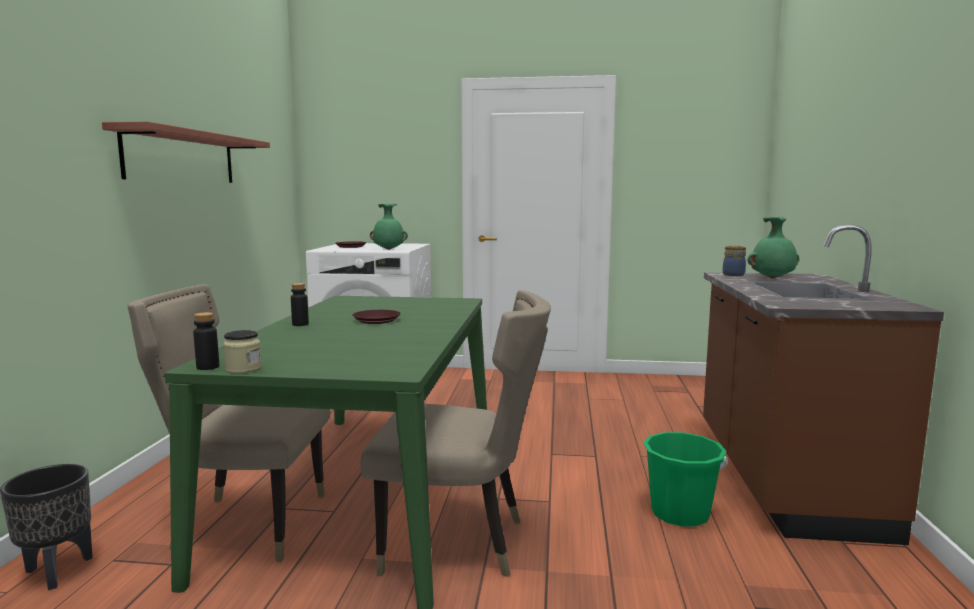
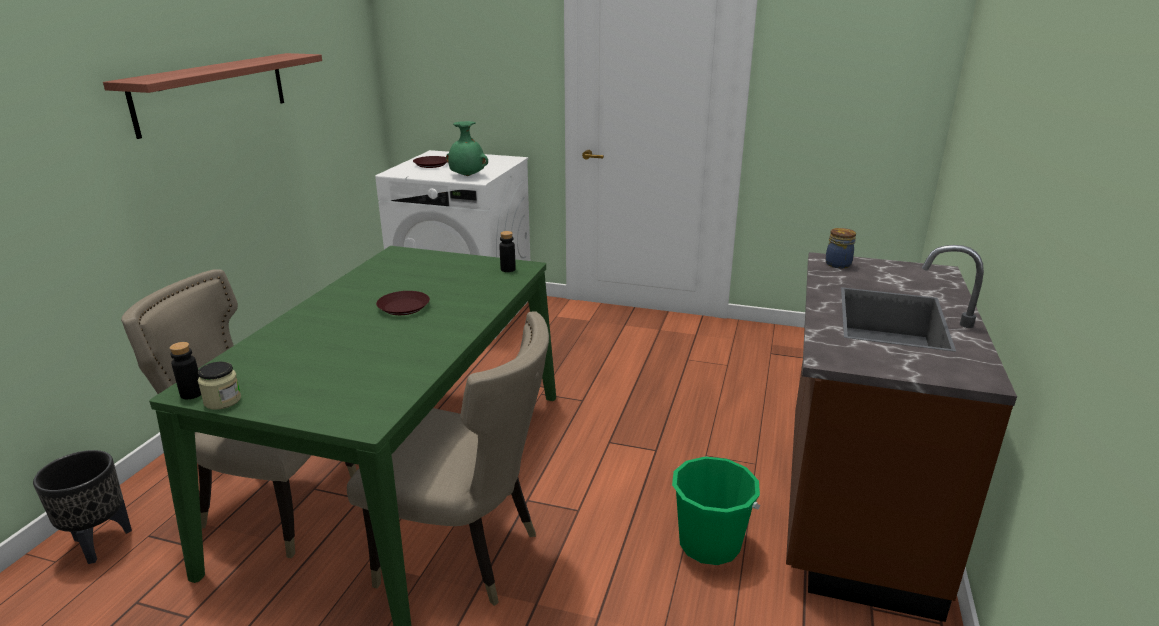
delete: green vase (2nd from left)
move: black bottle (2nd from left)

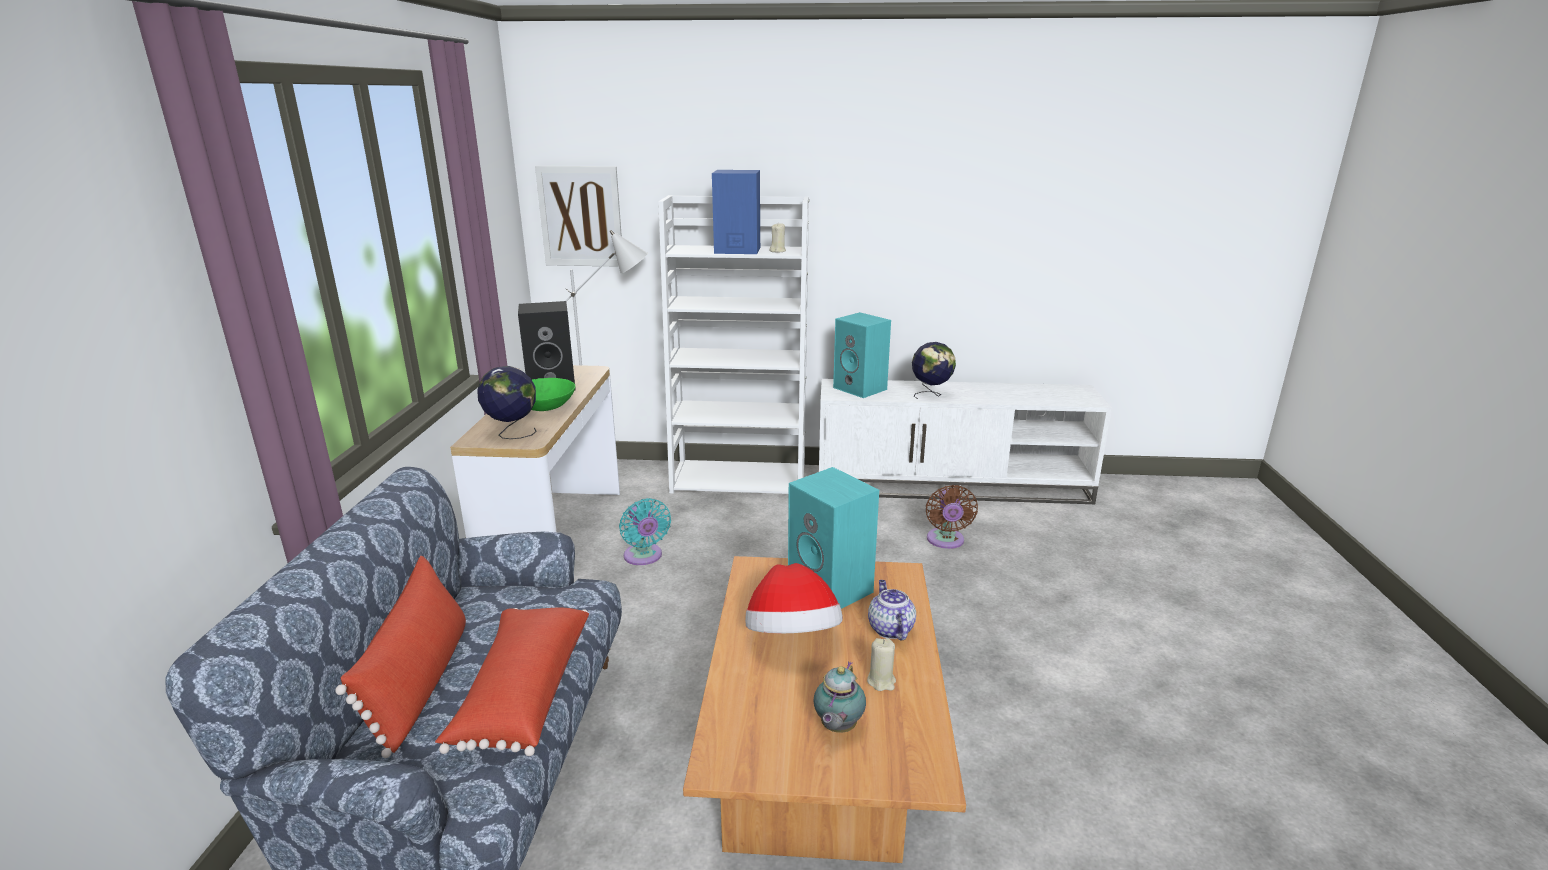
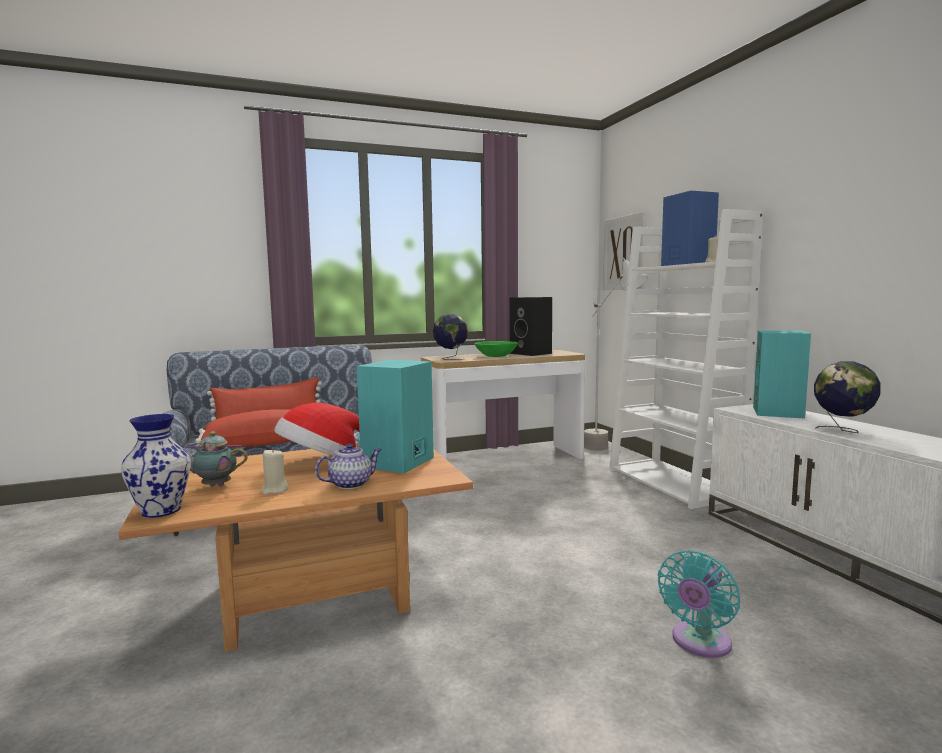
delete: brown fan
insert: vase
move: turquoise fan

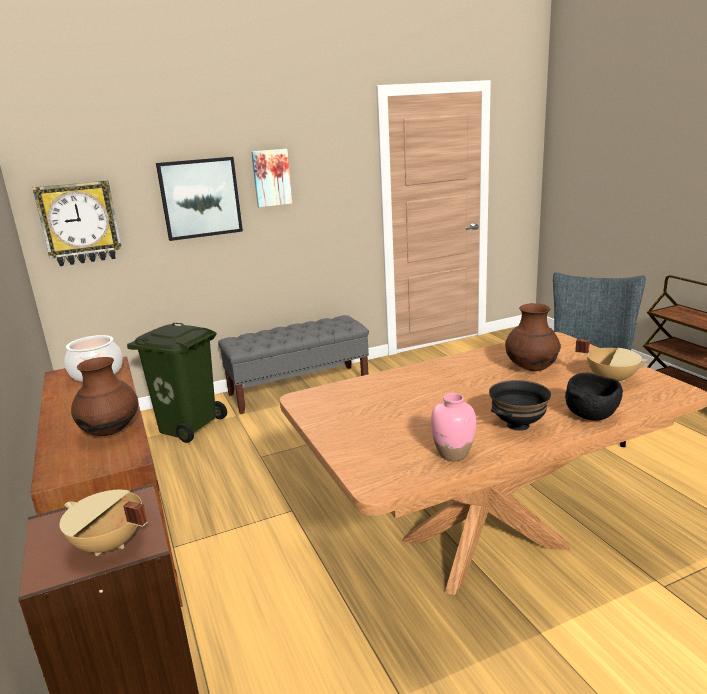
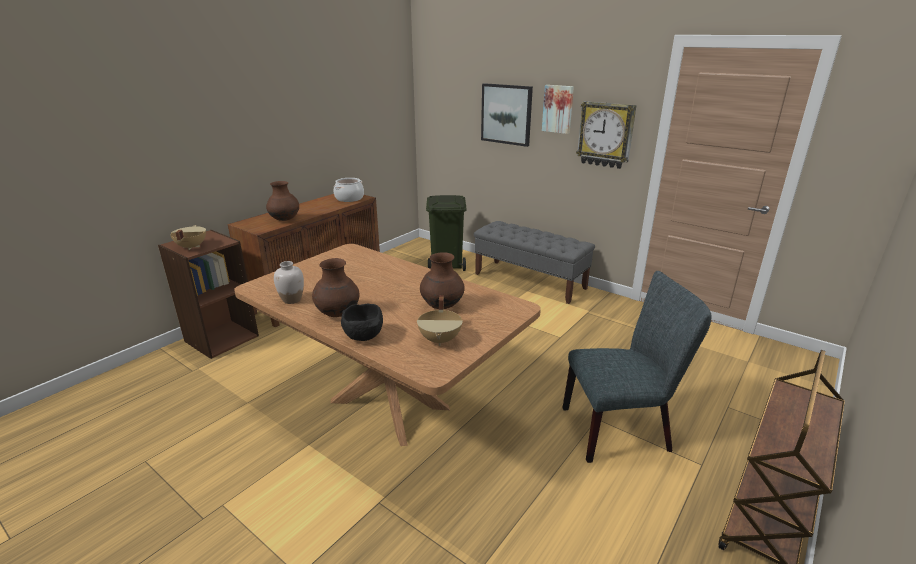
move: wall clock
replace: black bowl (1st from left) to brown vase (2nd from left)
recolor: pink vase to white vase

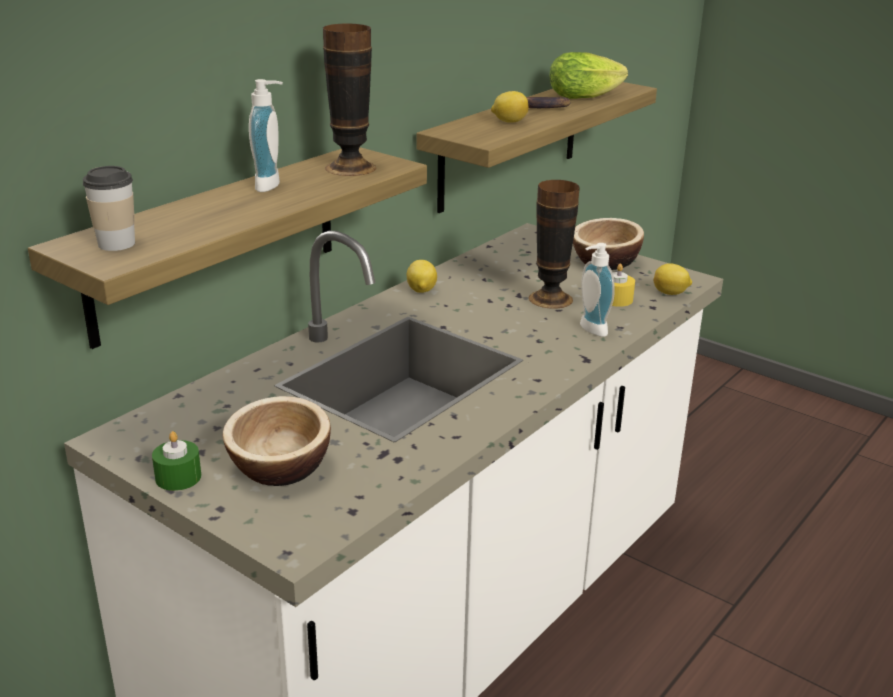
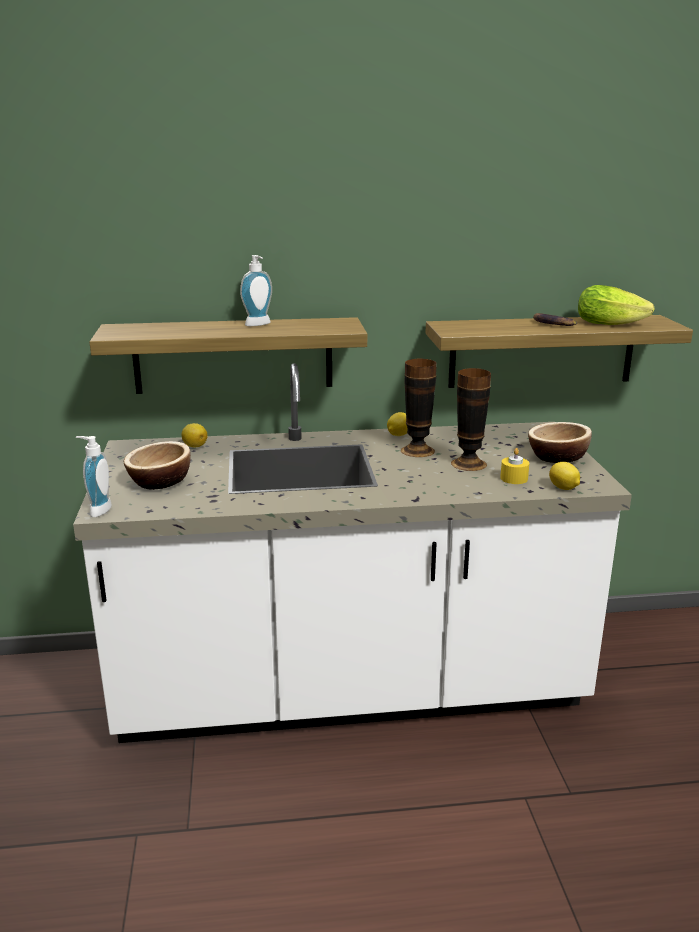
delete: cup; green candle
move: vase (1st from left); lemon (2nd from left in the first image) to lemon (1st from left); soap dispenser (2nd from left in the first image) to soap dispenser (1st from left)

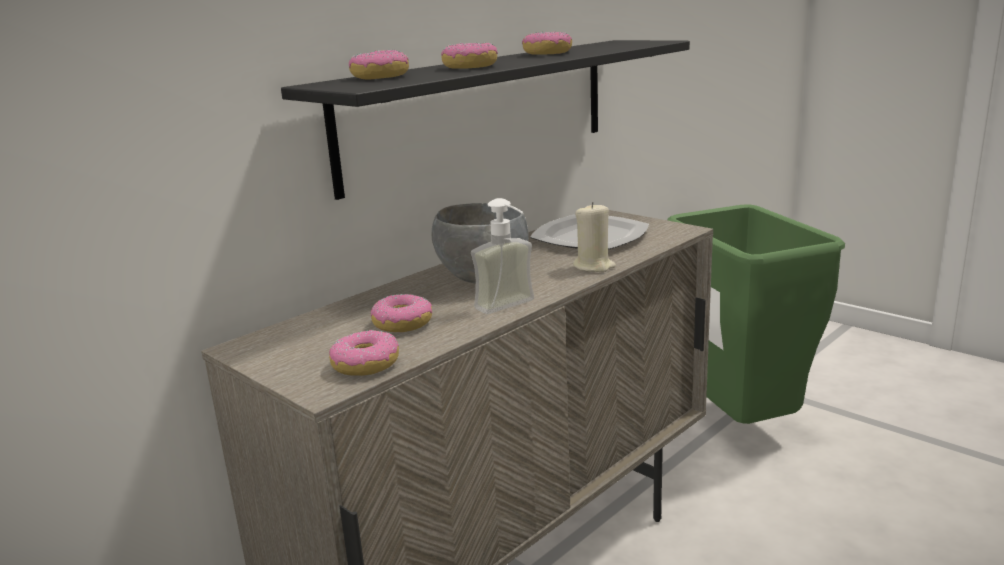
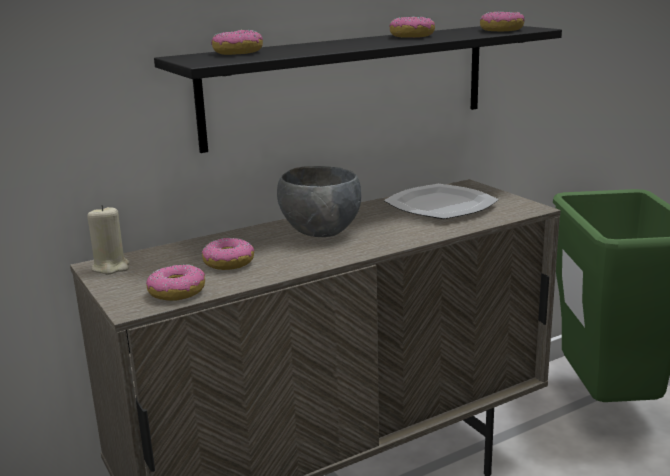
delete: soap dispenser
move: donut (4th from left in the first image) to donut (5th from left); beige candle

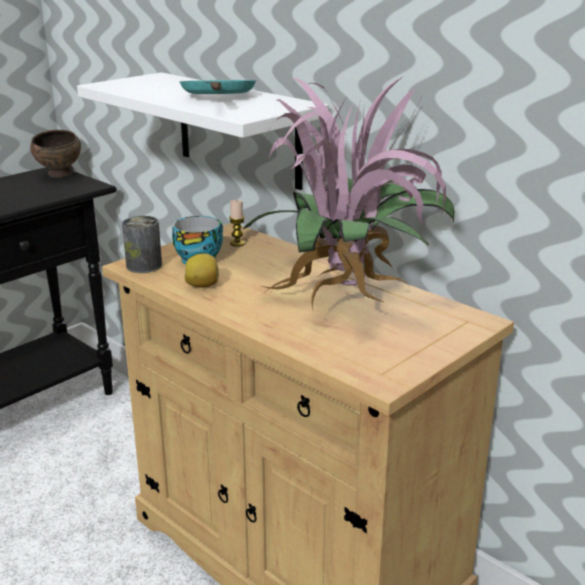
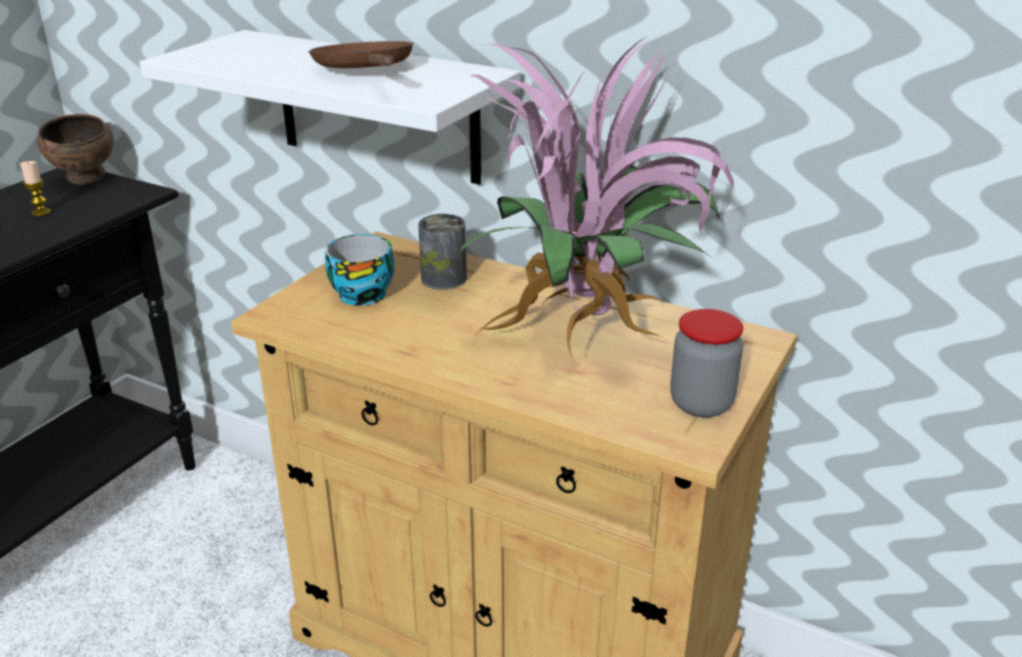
delete: lemon
insert: jar
move: can; candle
recolor: turquoise frying pan to brown frying pan

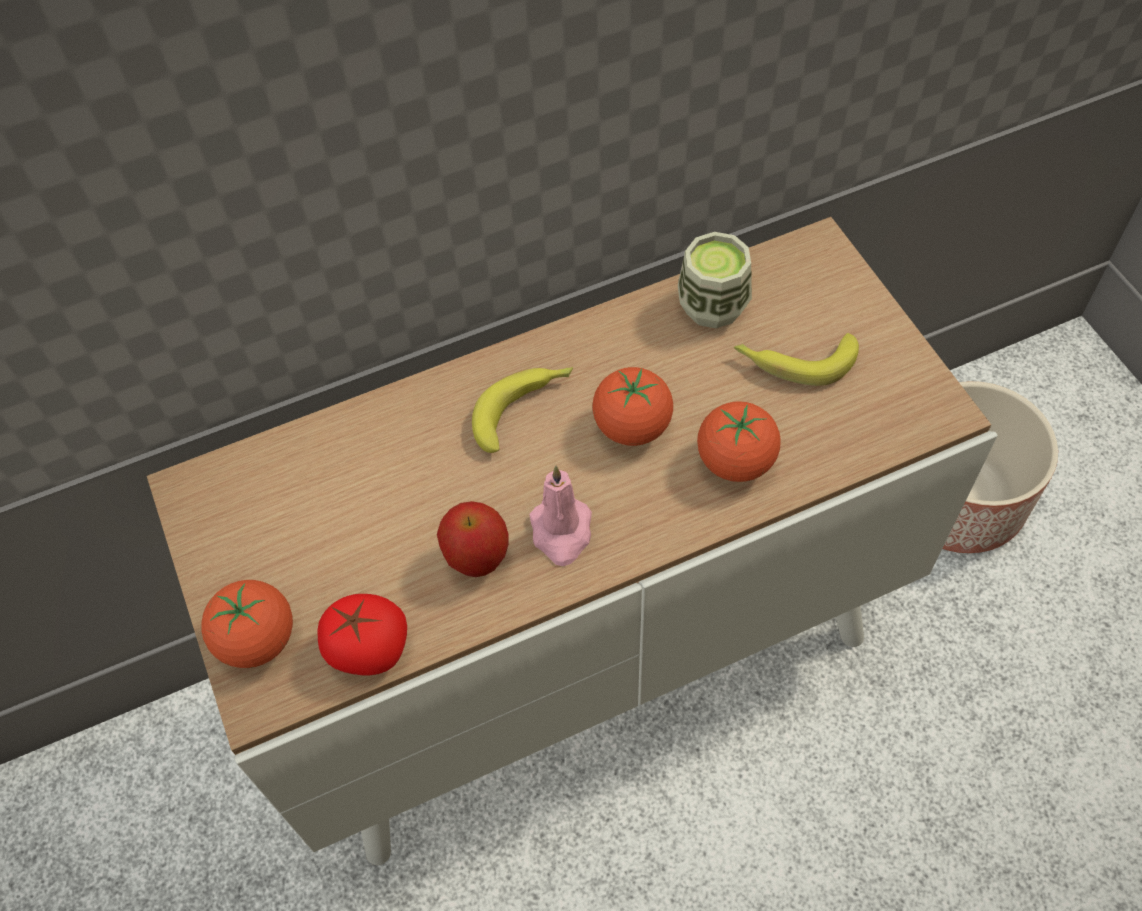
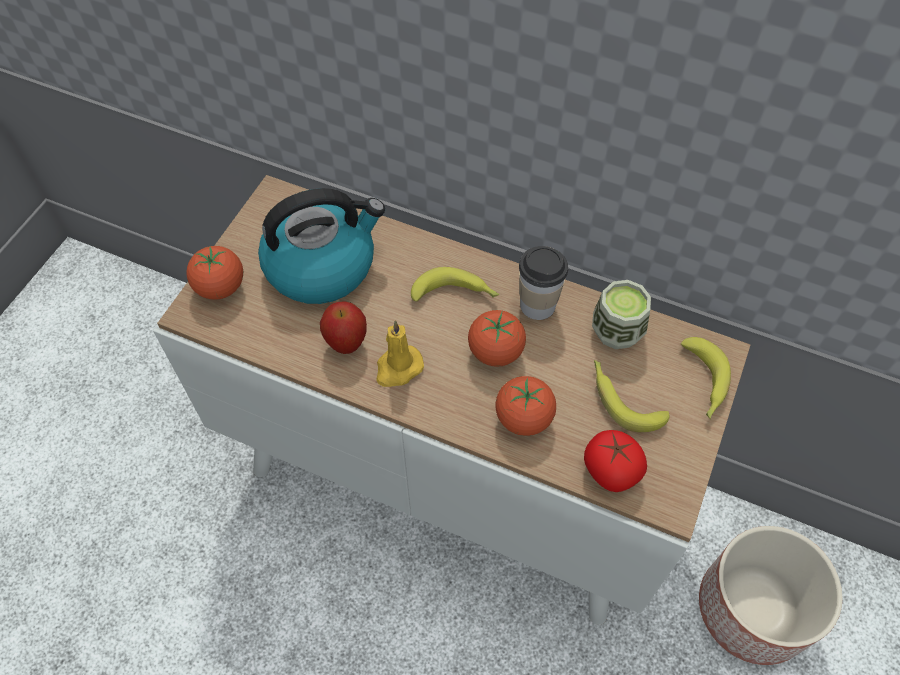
insert: kettle; cup (1st from left); banana (3rd from left)
move: tomato (2nd from left in the first image) to tomato (4th from left)
recolor: pink candle to yellow candle

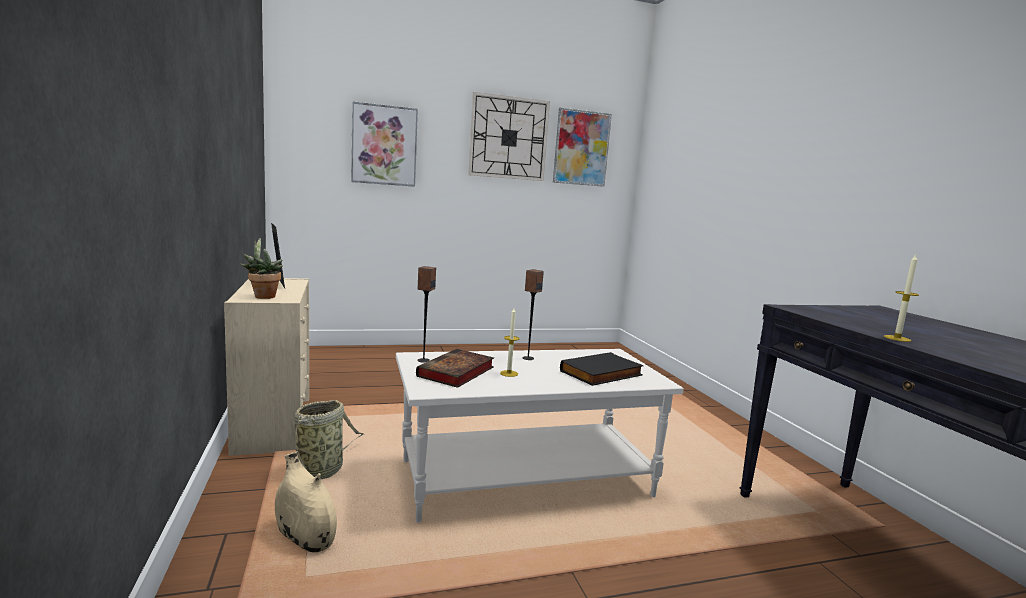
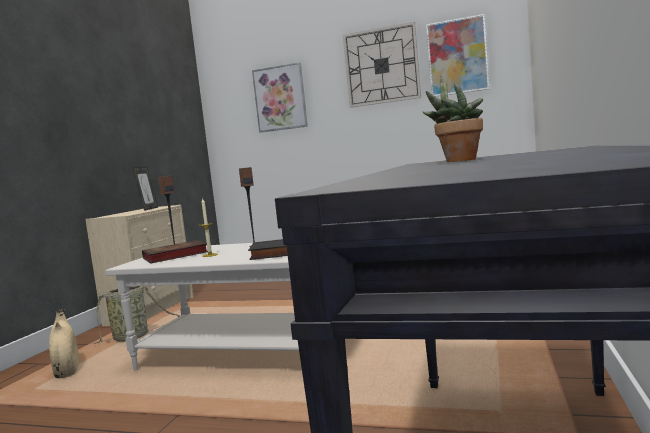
delete: candle (2nd from left)
move: potted plant

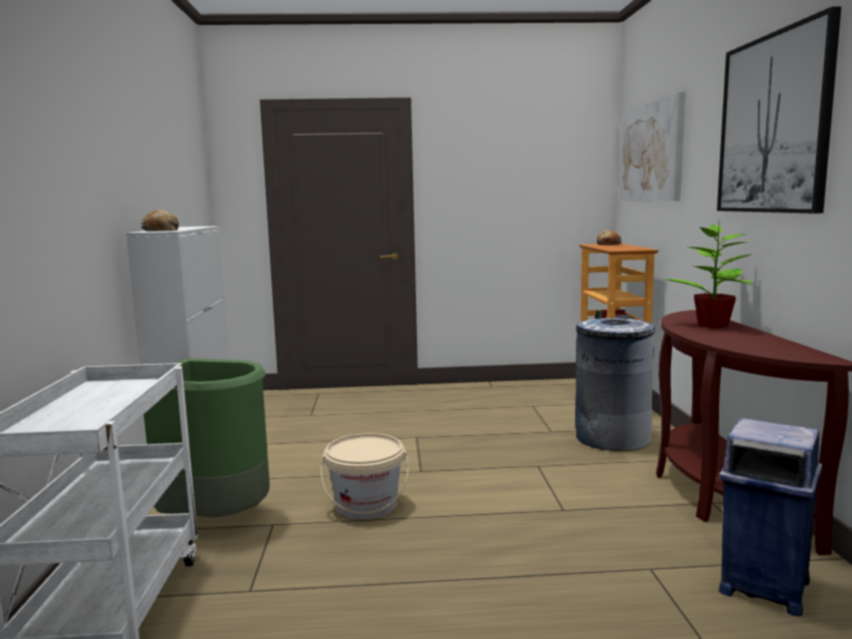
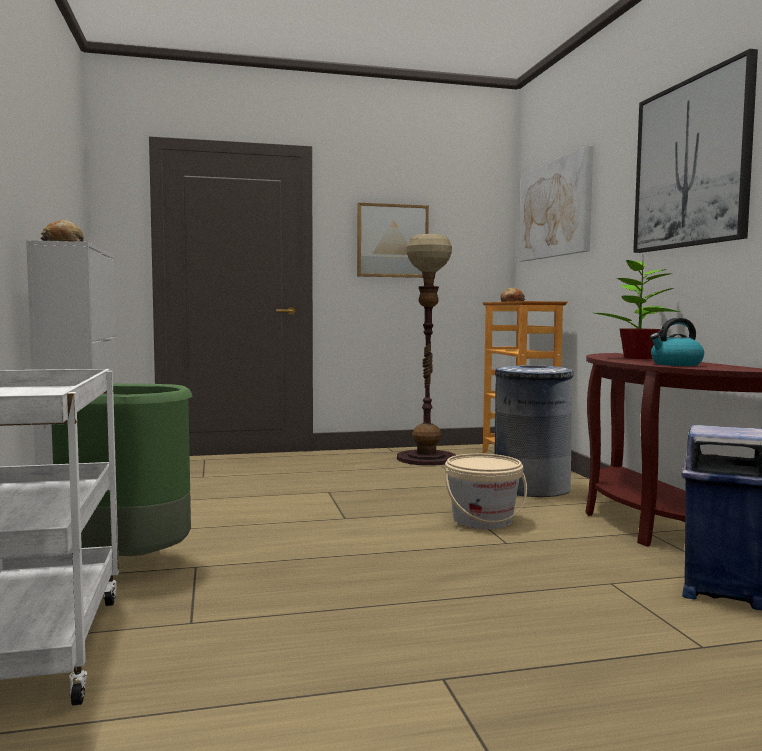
insert: picture (1st from left); floor lamp; kettle
move: beige bucket

